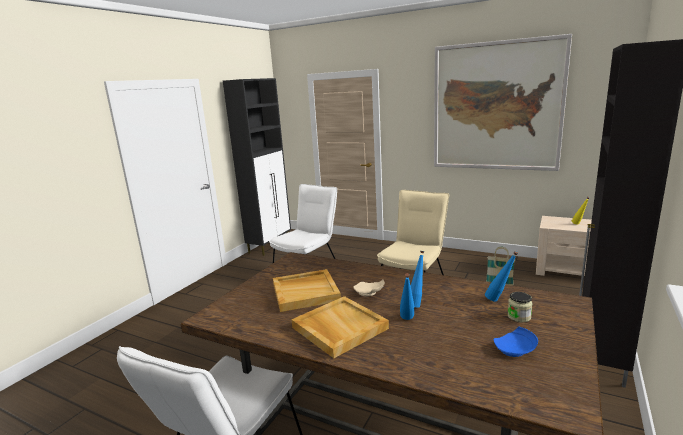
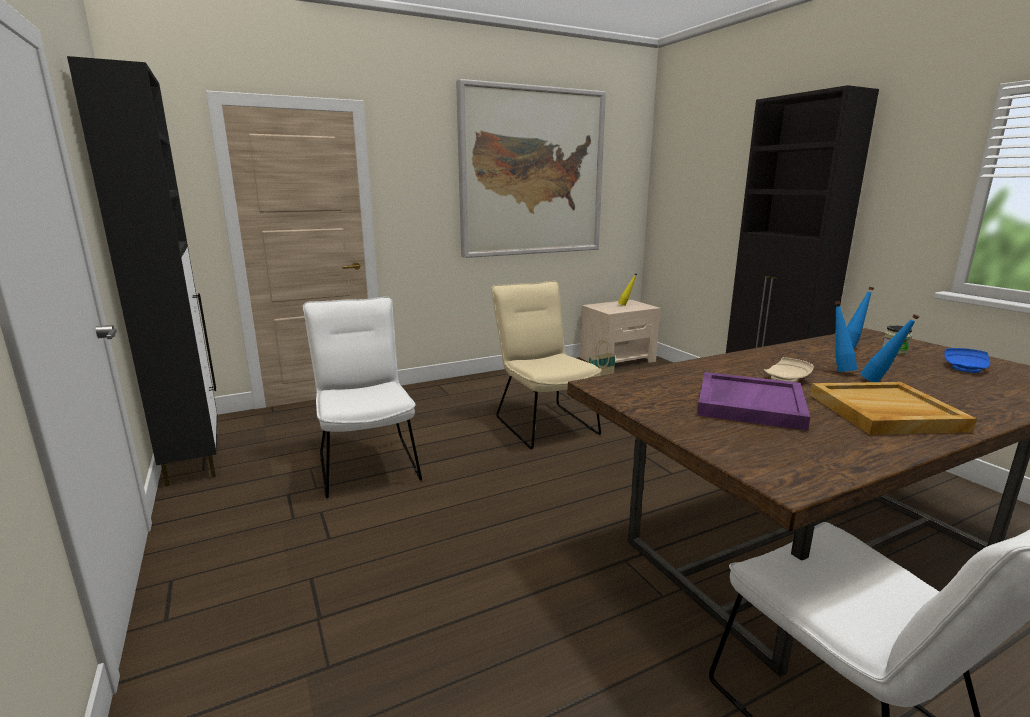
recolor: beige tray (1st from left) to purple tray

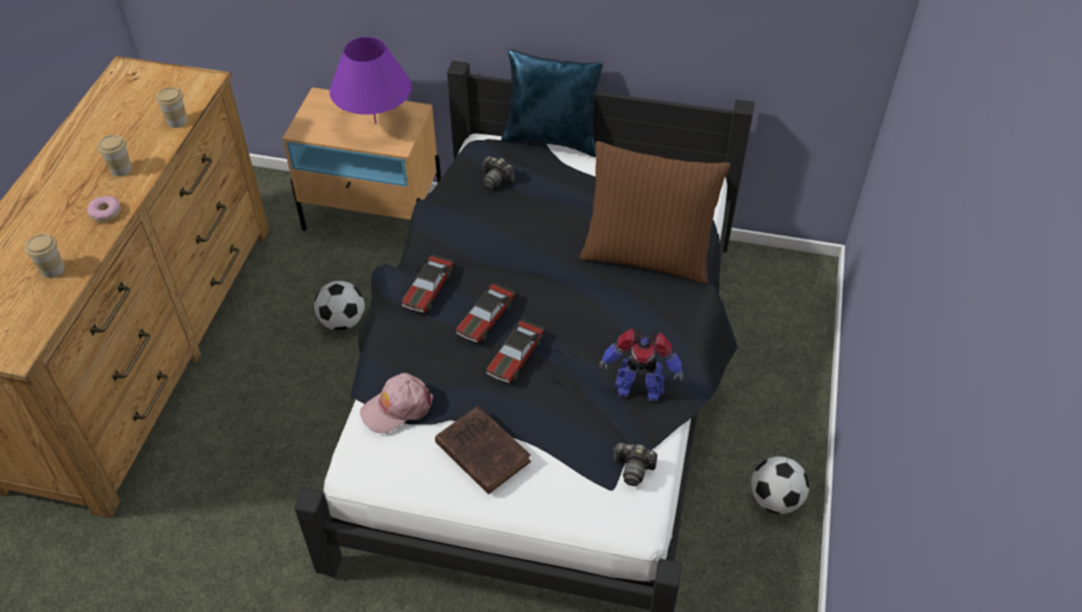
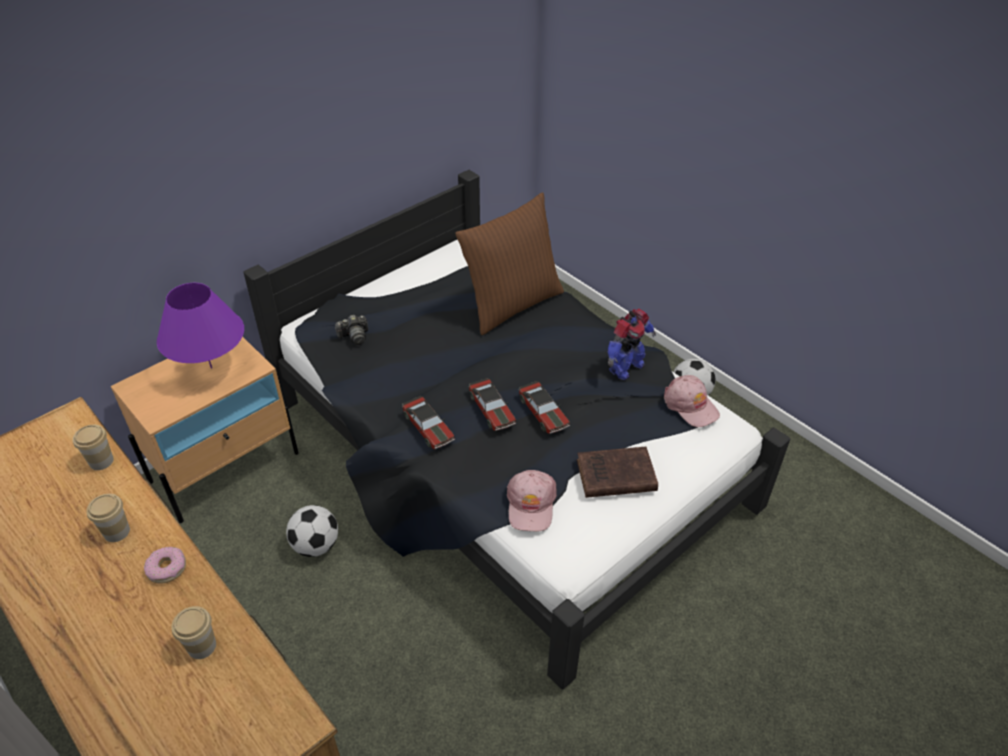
delete: blue pillow
replace: photo camera (2nd from left) to pink cap (2nd from left)

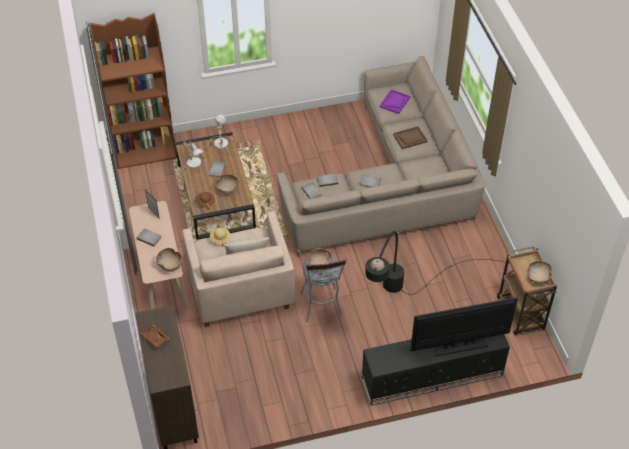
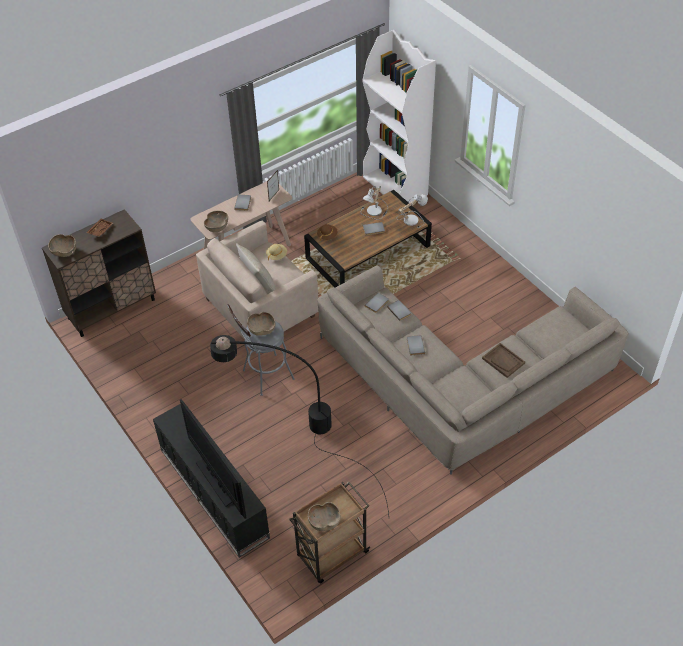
delete: purple tray
move: brown bowl (2nd from left in the first image) to brown bowl (1st from left)
recolor: brown bookcase to white bookcase

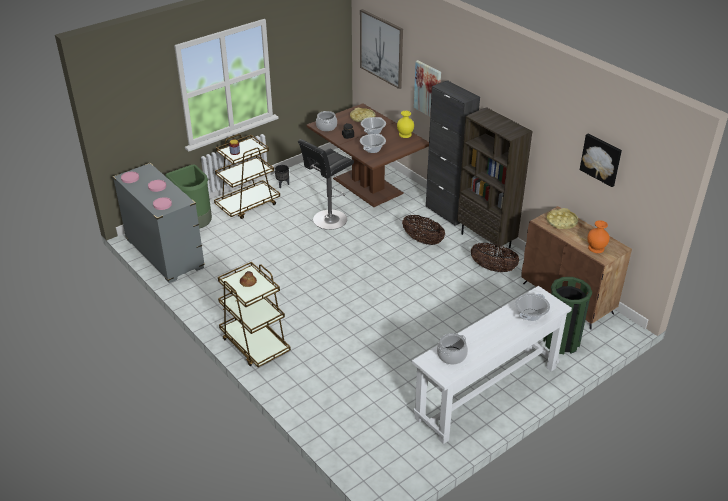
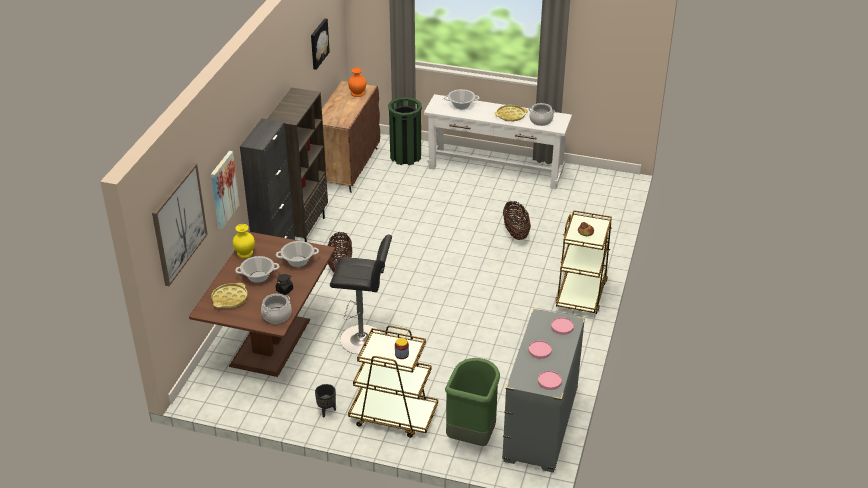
move: basket (2nd from left); yellow tray (2nd from left)

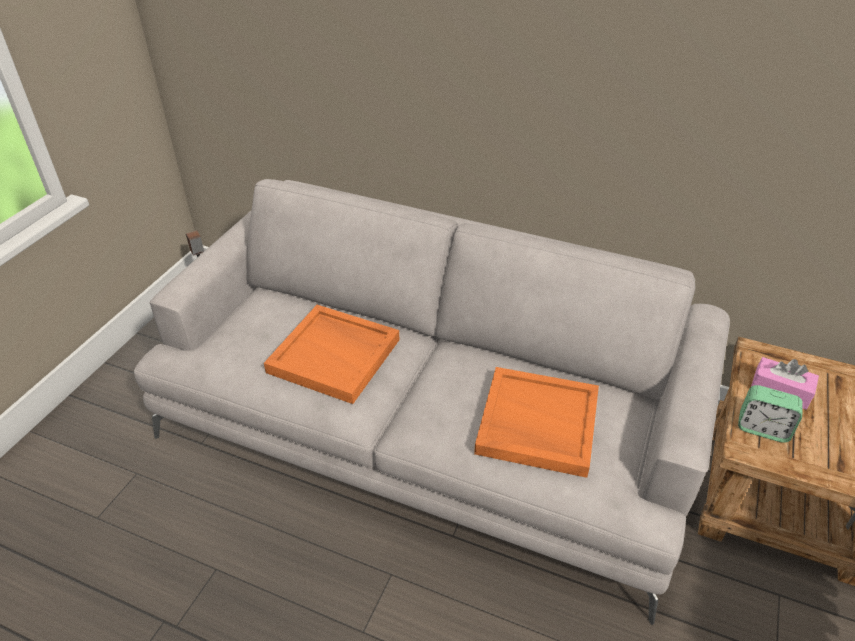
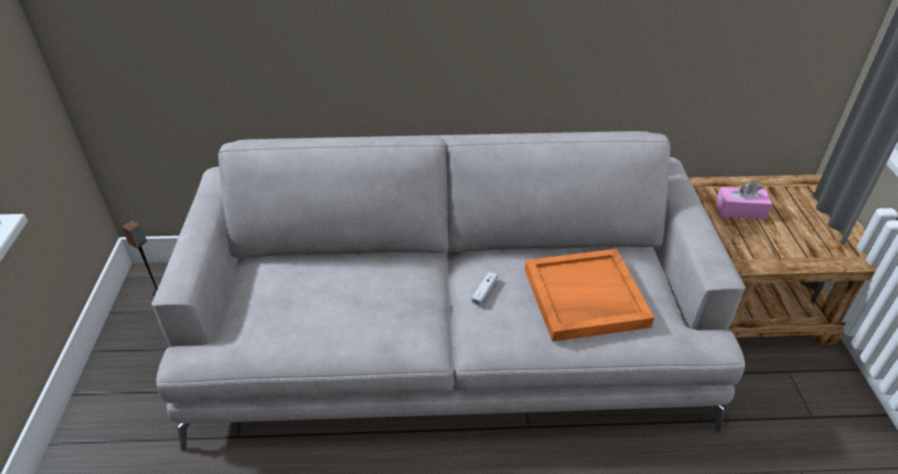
delete: orange tray (1st from left); alarm clock
insert: white game controller

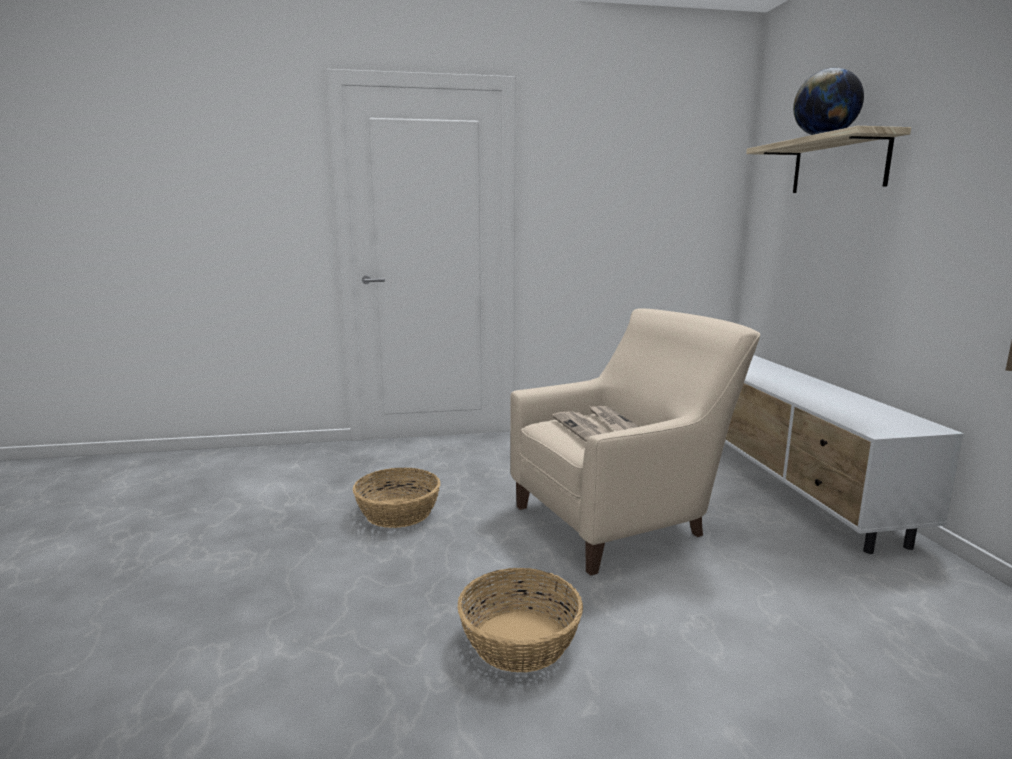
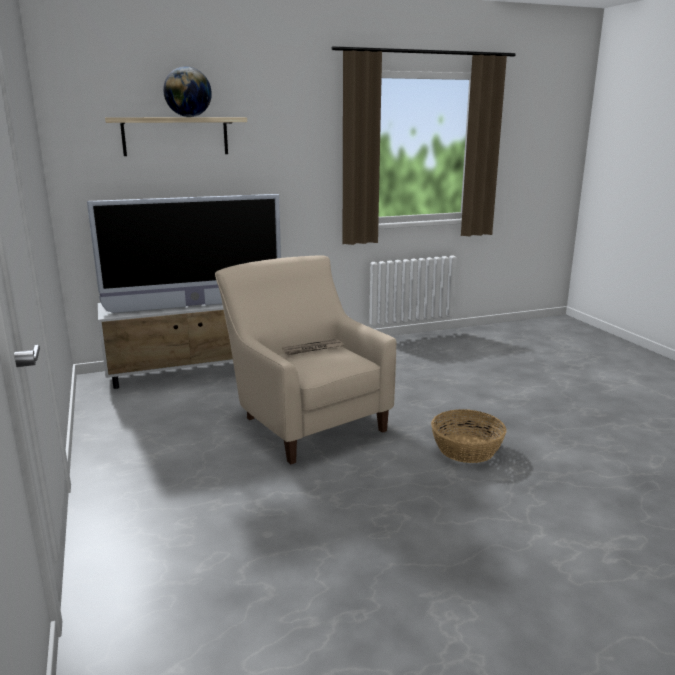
delete: basket (1st from left); newspaper (1st from left)
insert: television

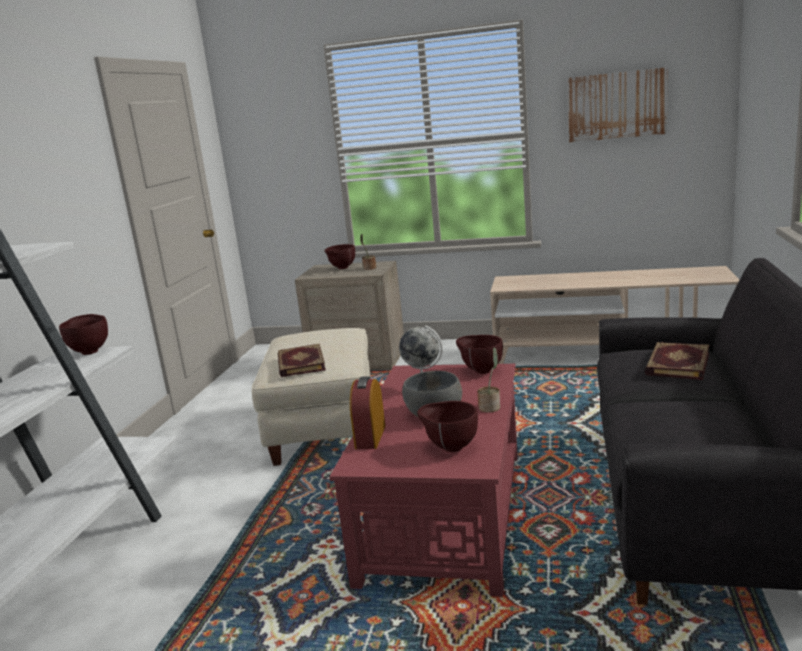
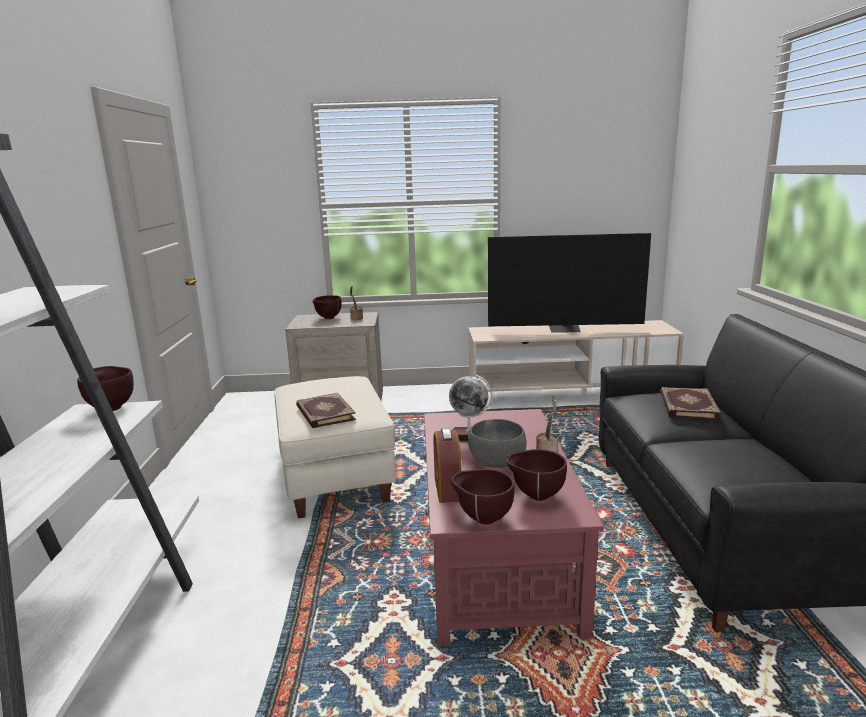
delete: picture
insert: television
move: brown bowl (4th from left in the first image) to brown bowl (3rd from left)

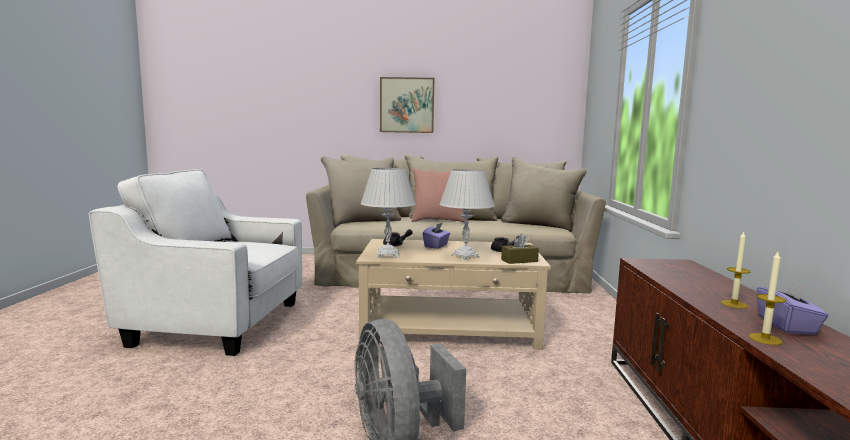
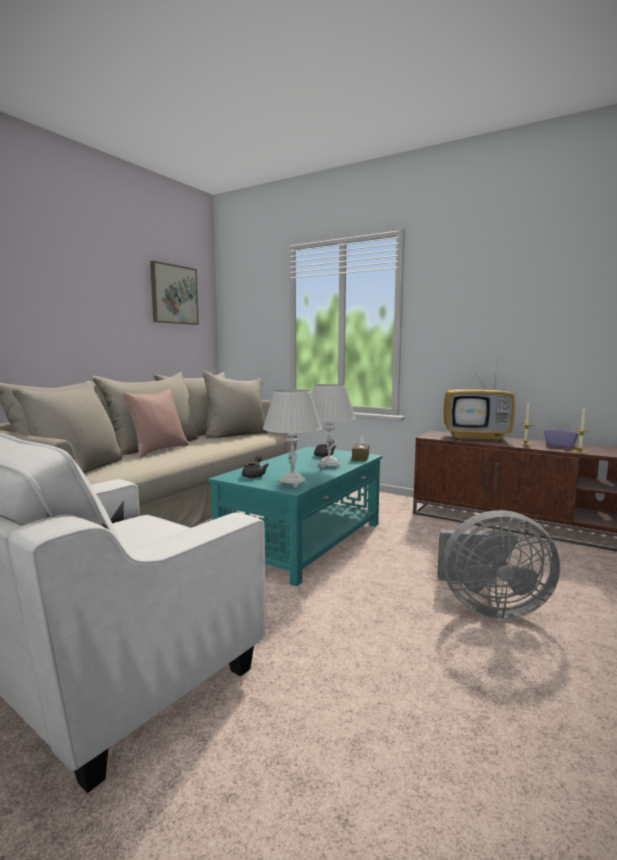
delete: purple tissue box (1st from left)
insert: television
move: picture
recolor: beige coffee table to turquoise coffee table

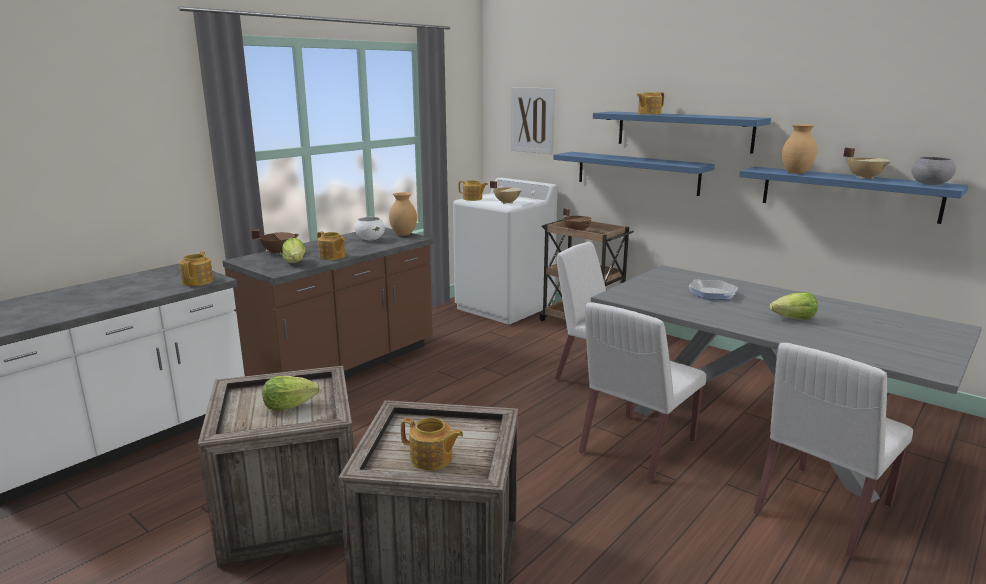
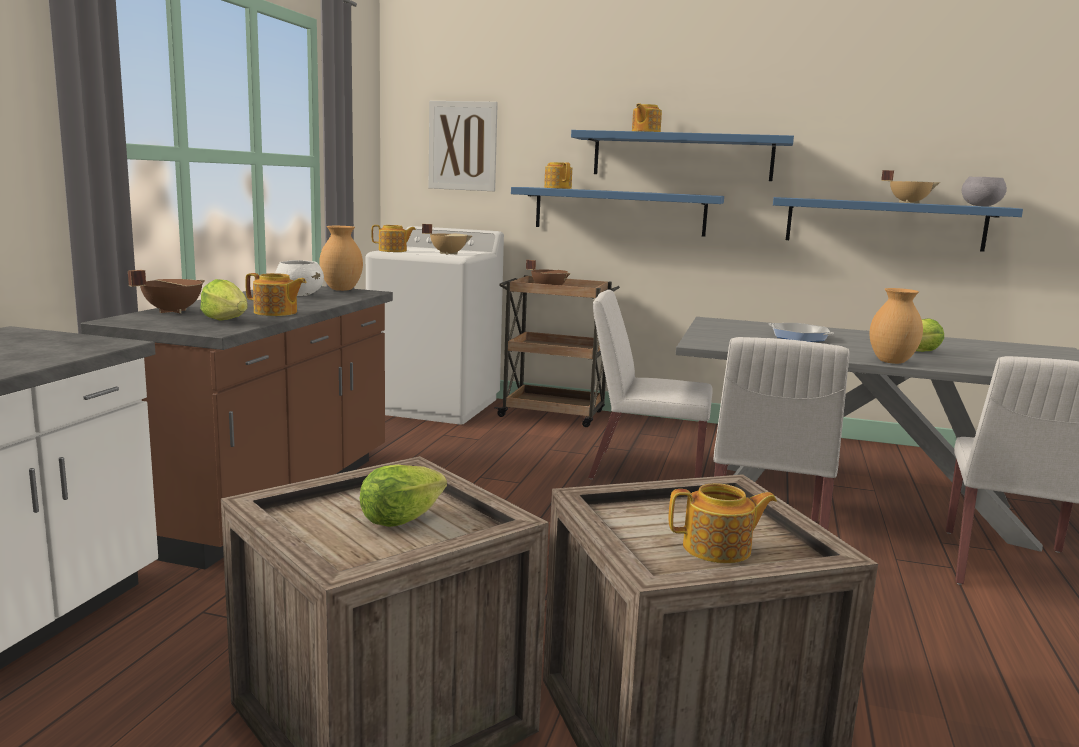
move: teapot (1st from left in the first image) to teapot (3rd from left); brown vase (2nd from left)

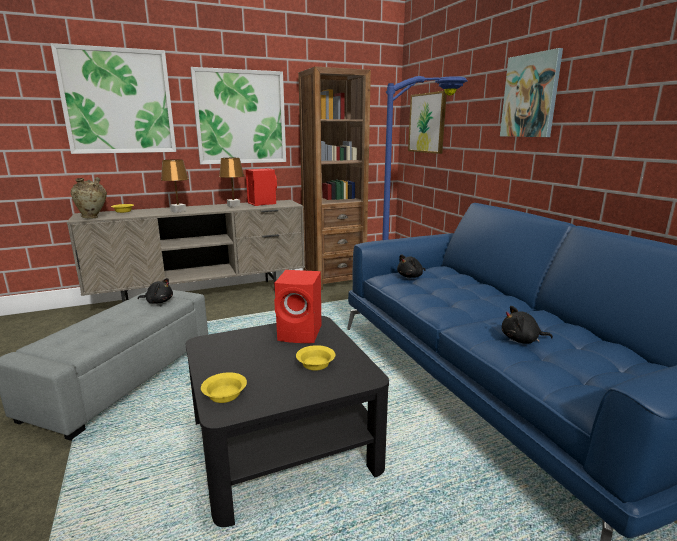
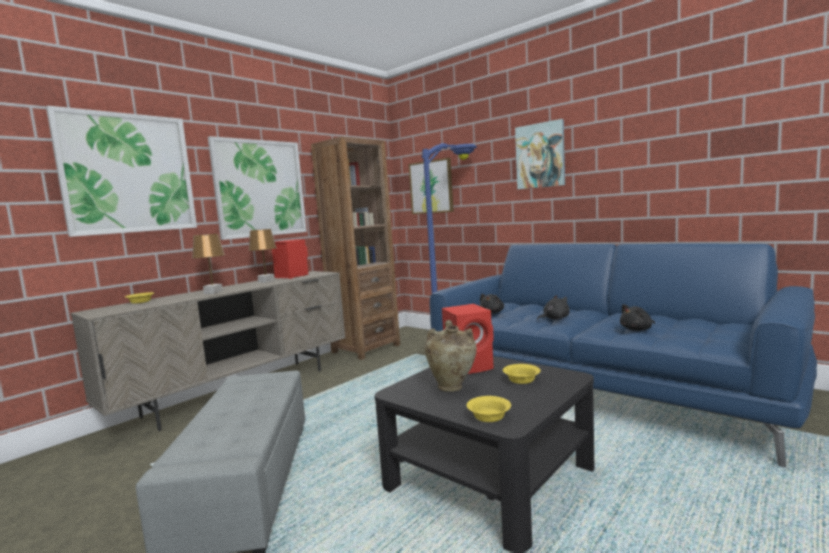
move: beige vase; black plush toy (1st from left in the first image) to black plush toy (2nd from left)

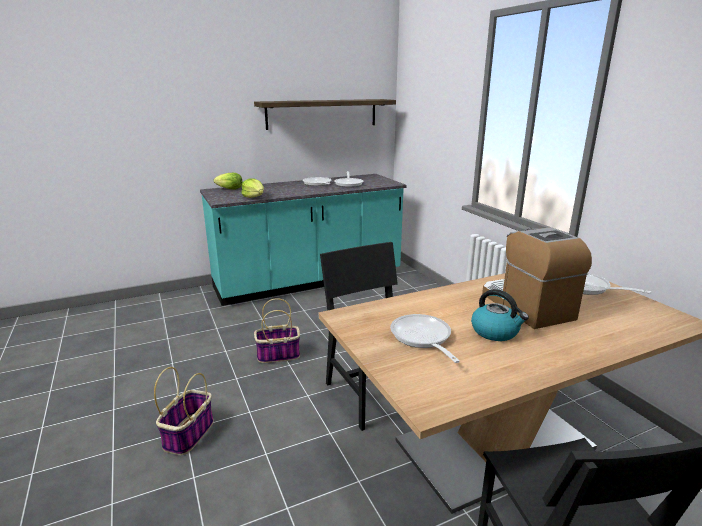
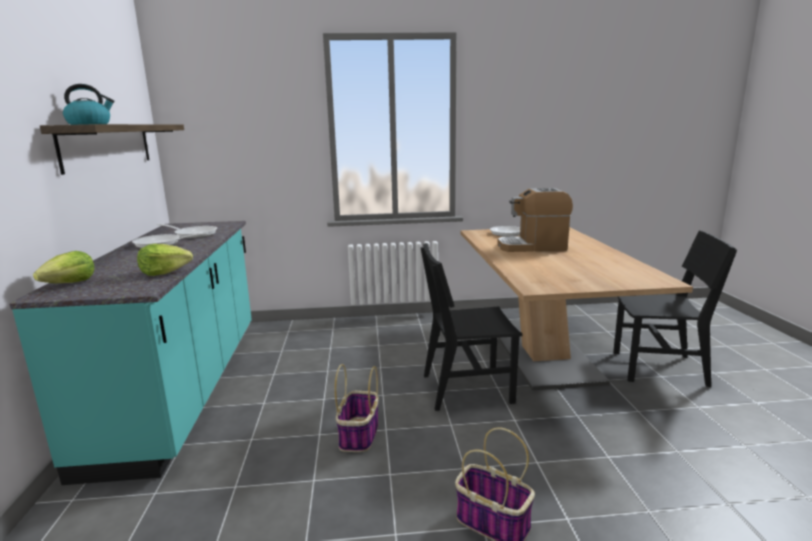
delete: frying pan (3rd from left)
move: kettle

